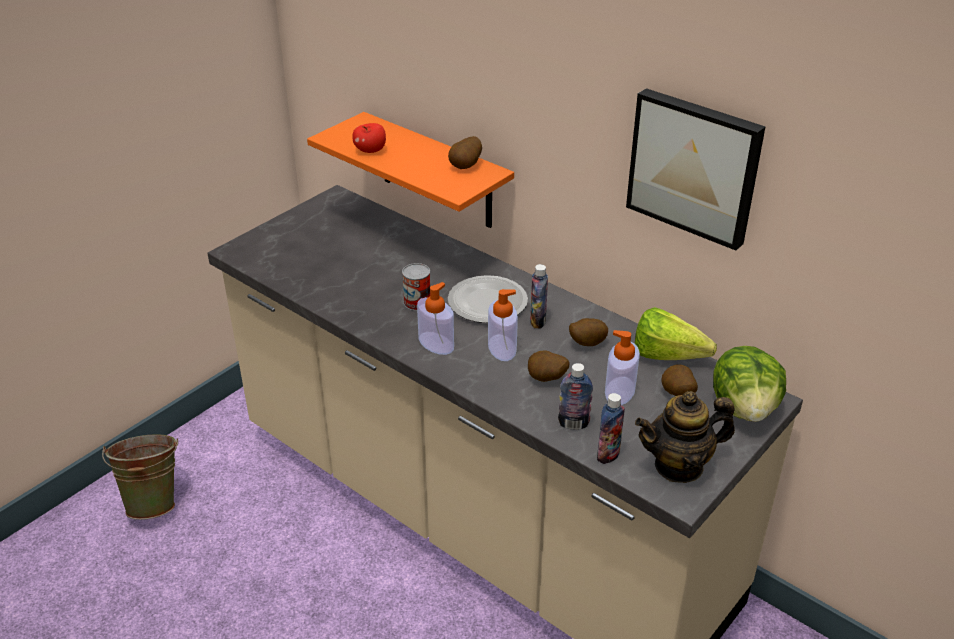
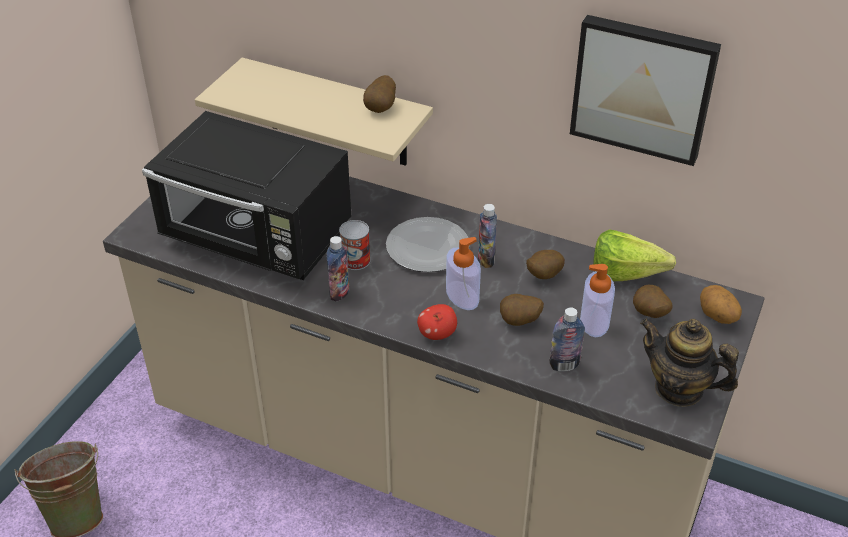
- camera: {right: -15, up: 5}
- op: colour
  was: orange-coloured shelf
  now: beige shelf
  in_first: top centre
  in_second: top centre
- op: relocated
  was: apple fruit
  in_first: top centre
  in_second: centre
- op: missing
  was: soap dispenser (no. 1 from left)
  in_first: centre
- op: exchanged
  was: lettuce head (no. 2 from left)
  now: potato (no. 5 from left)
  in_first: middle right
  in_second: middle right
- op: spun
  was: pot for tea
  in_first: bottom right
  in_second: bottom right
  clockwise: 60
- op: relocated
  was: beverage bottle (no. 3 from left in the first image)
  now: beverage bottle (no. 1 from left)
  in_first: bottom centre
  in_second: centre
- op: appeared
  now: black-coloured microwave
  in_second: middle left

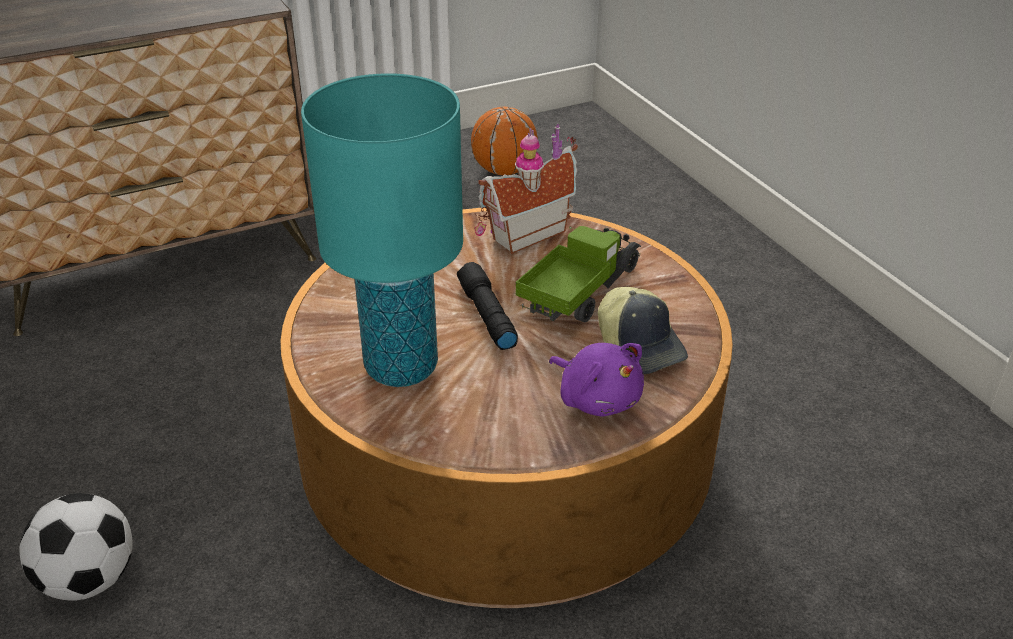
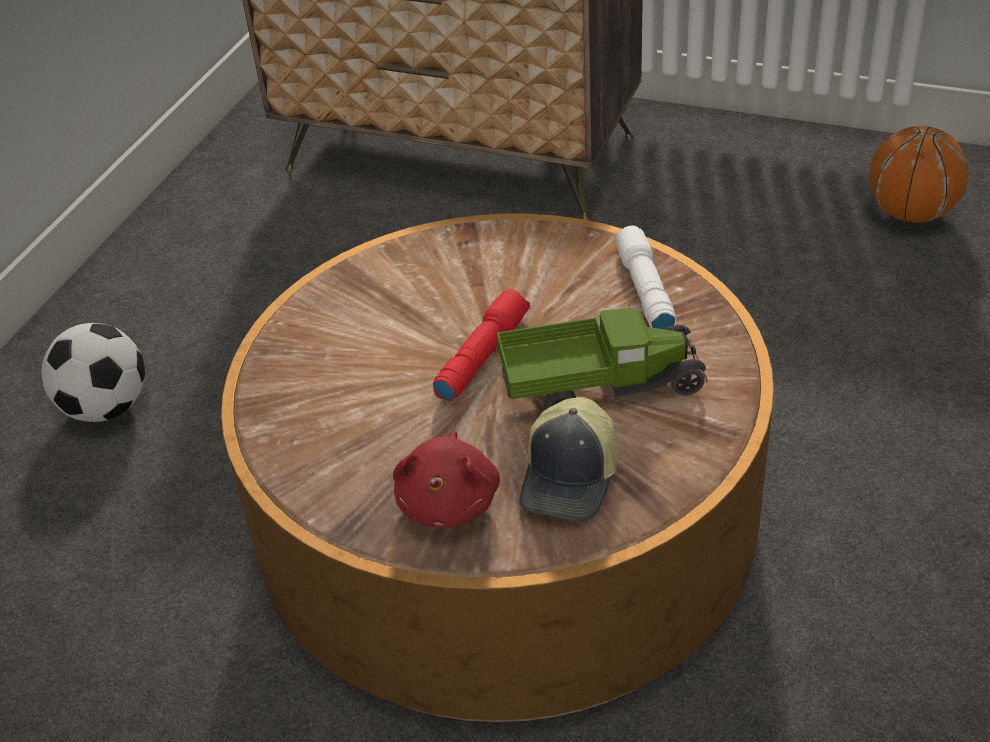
- camera: {right: 50, up: 5}
- op: missing
  was: turquoise-coloured table lamp
  in_first: centre
- op: exchanged
  was: toy house
  now: white-coloured flashlight
  in_first: top centre
  in_second: centre
- op: colour
  was: black-coloured flashlight
  now: red flashlight
  in_first: centre
  in_second: centre
- op: colour
  was: purple-coloured plush toy
  now: red plush toy
  in_first: centre
  in_second: centre

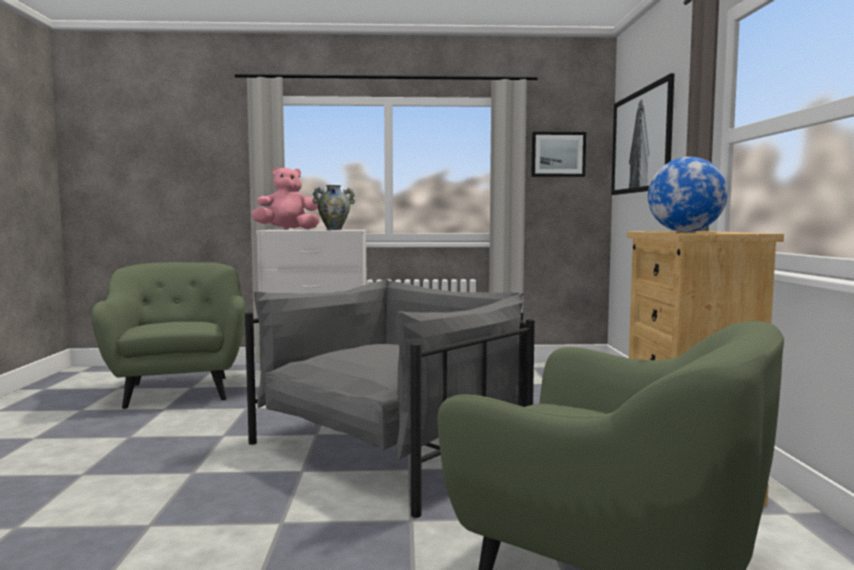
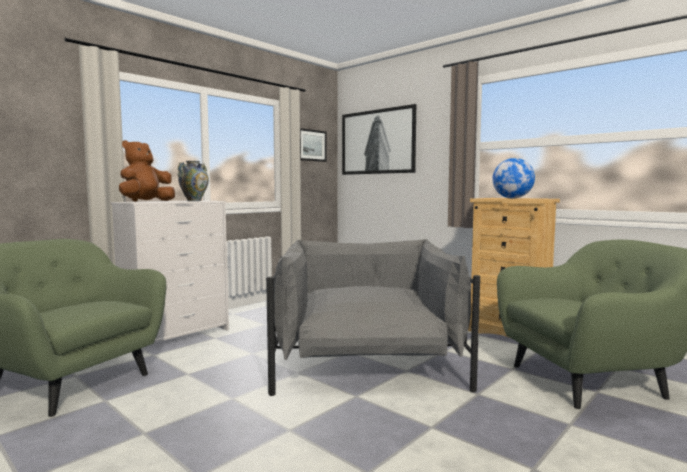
- camera: {right: -45, up: 0}
- op: colour
  was: pink plush toy
  now: brown-coloured plush toy
  in_first: centre
  in_second: middle left

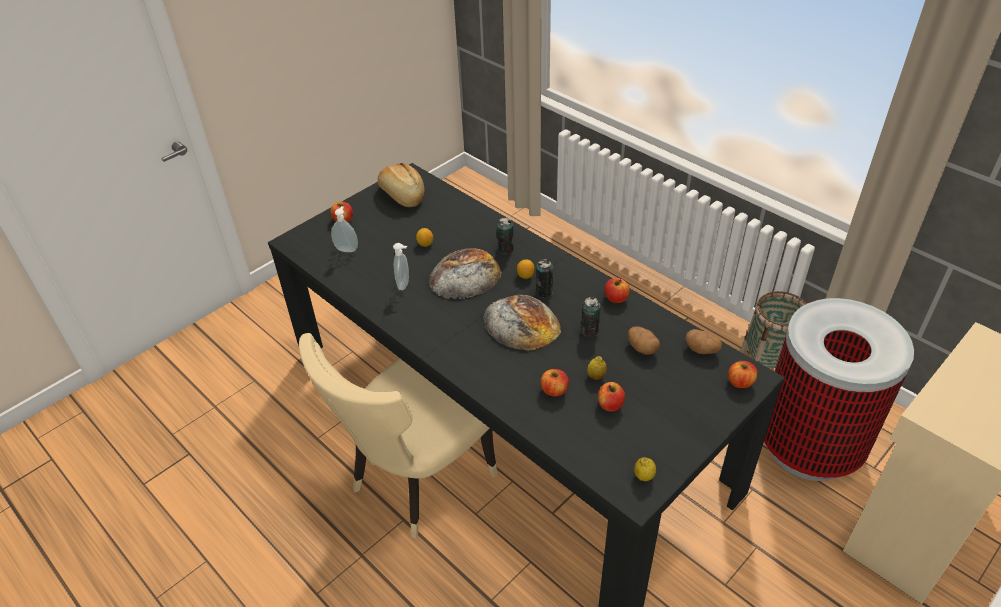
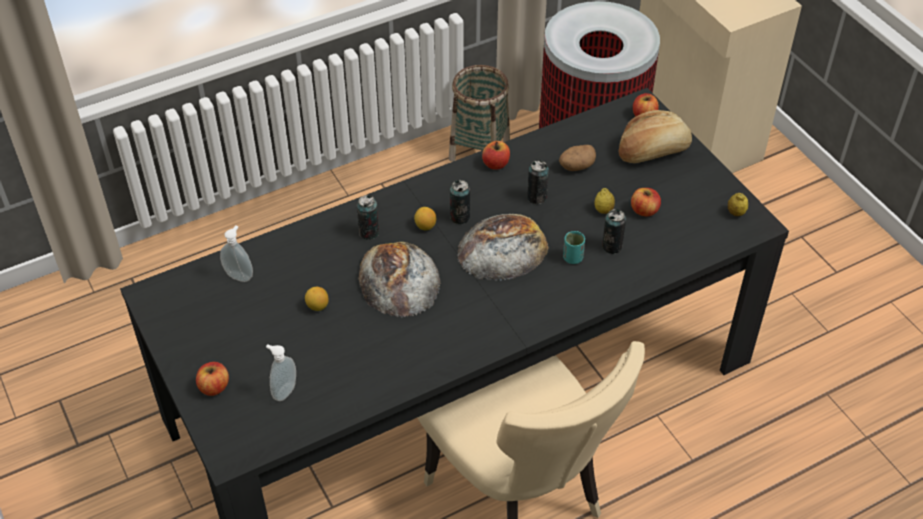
- camera: {right: -75, up: 5}
- op: relocated
  was: bakery bread (no. 1 from left in the first image)
  now: bakery bread (no. 3 from left)
  in_first: top centre
  in_second: top right
- op: relocated
  was: soap dispenser (no. 2 from left in the first image)
  now: soap dispenser (no. 1 from left)
  in_first: centre
  in_second: middle left
- op: missing
  was: potato (no. 2 from left)
  in_first: middle right
- op: exchanged
  was: apple fruit (no. 2 from left)
  now: can (no. 4 from left)
  in_first: centre
  in_second: centre
- op: appeared
  now: turquoise-coloured cup
  in_second: centre

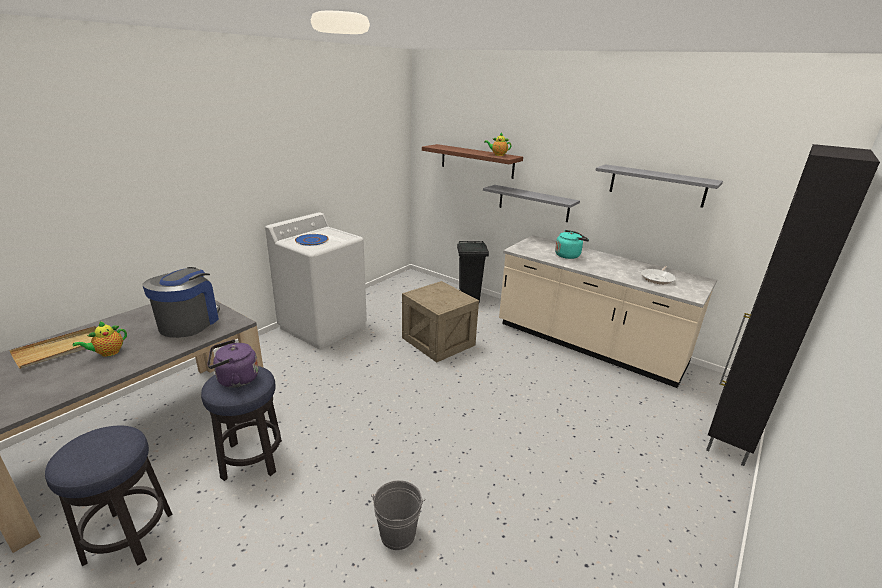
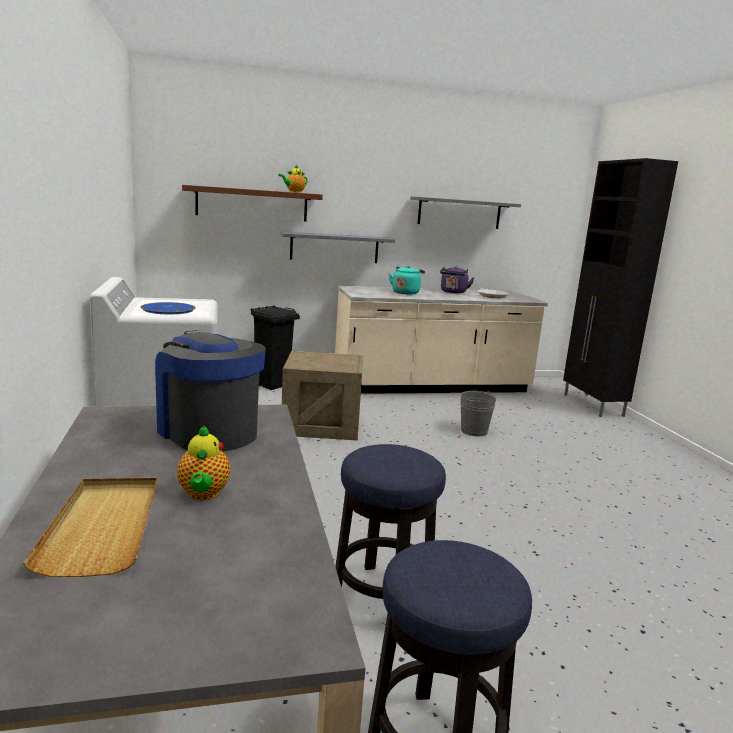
- camera: {right: -50, up: -10}
- op: relocated
  was: purple-coloured tea kettle
  in_first: middle left
  in_second: centre
- op: relocated
  was: grey pail
  in_first: bottom centre
  in_second: centre

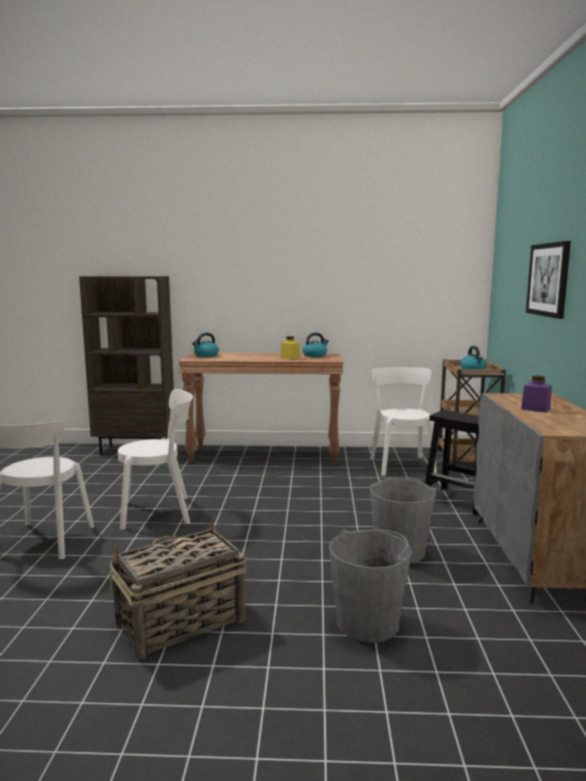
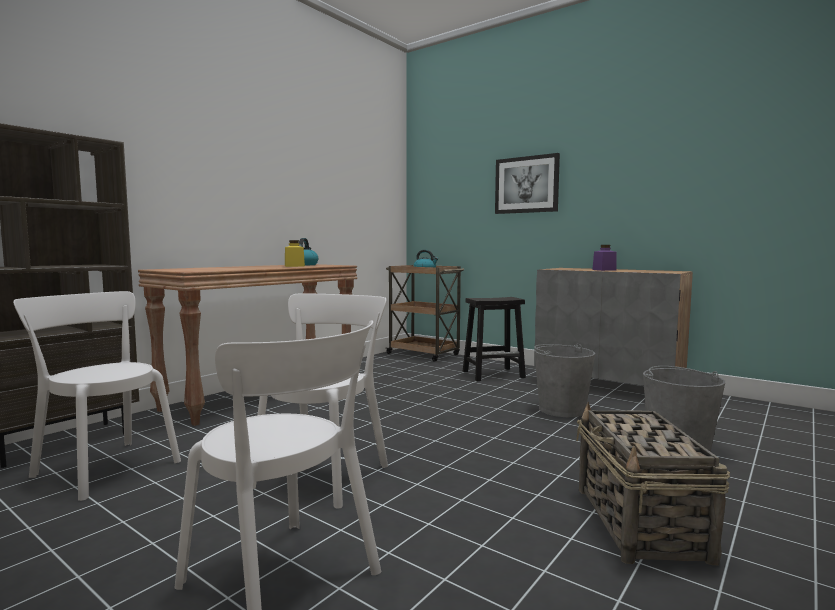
- camera: {right: -55, up: -5}
- op: missing
  was: tea kettle (no. 1 from left)
  in_first: centre
- op: relocated
  was: white-coloured plain chair (no. 3 from left in the first image)
  now: white-coloured plain chair (no. 1 from left)
  in_first: middle right
  in_second: middle left

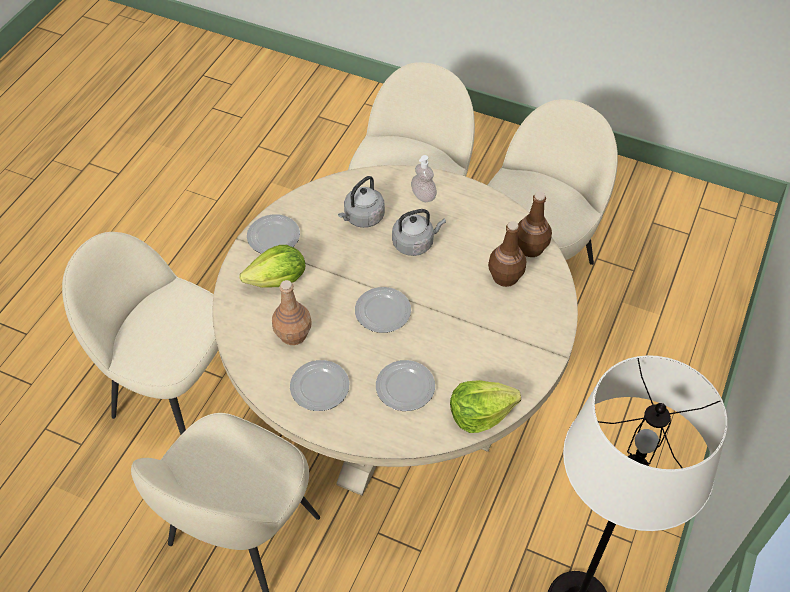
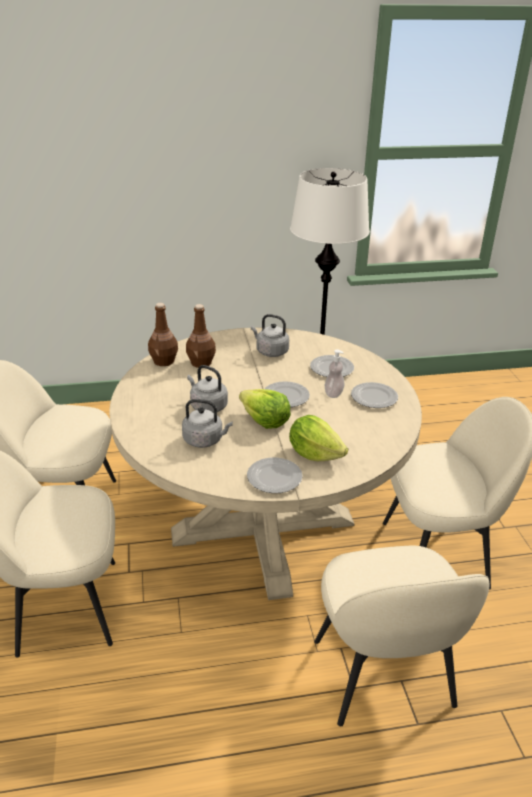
- camera: {right: -125, up: -20}
- op: relocated
  was: soap dispenser
  in_first: top centre
  in_second: centre
- op: missing
  was: brown-coloured beverage bottle (no. 1 from left)
  in_first: centre
- op: relocated
  was: lettuce head (no. 2 from left in the first image)
  now: lettuce head (no. 1 from left)
  in_first: bottom centre
  in_second: centre
- op: appeared
  now: grey tea kettle (no. 3 from left)
  in_second: centre

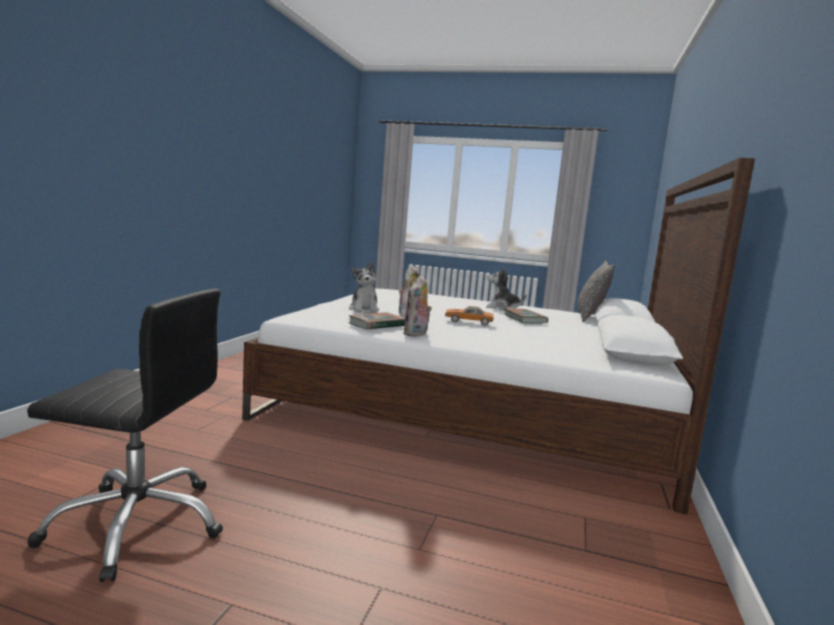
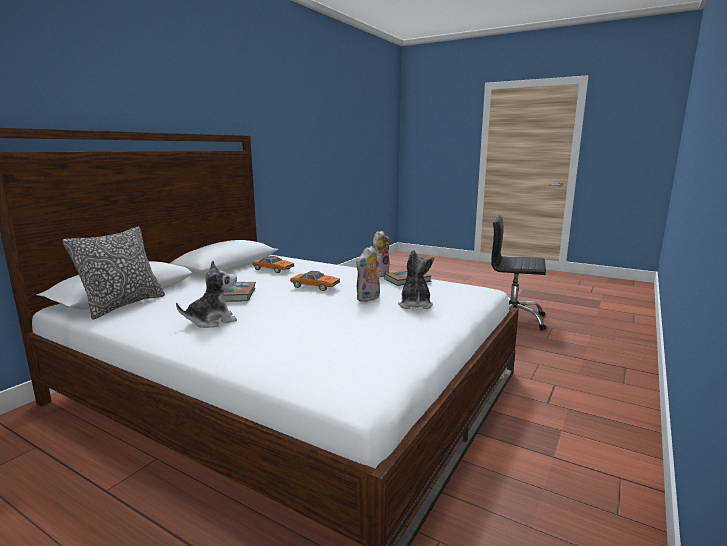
- camera: {right: -165, up: 5}
- op: spun
  was: plush toy (no. 4 from left in the first image)
  in_first: centre
  in_second: middle left
  clockwise: -60
- op: appeared
  now: toy car (no. 1 from left)
  in_second: centre

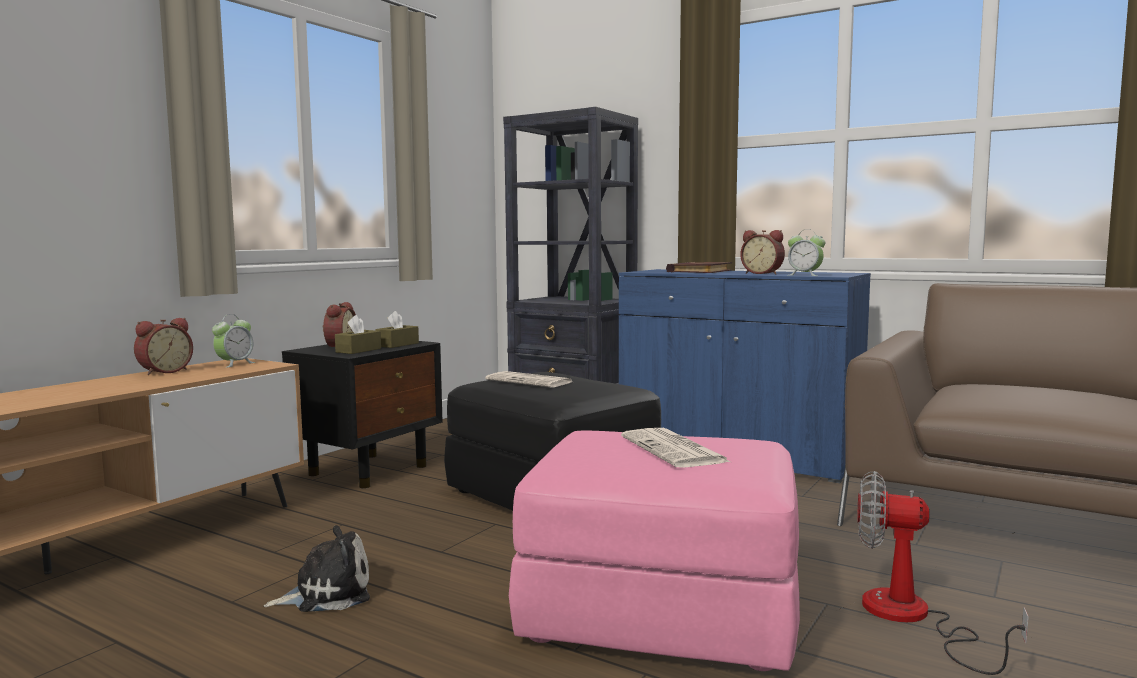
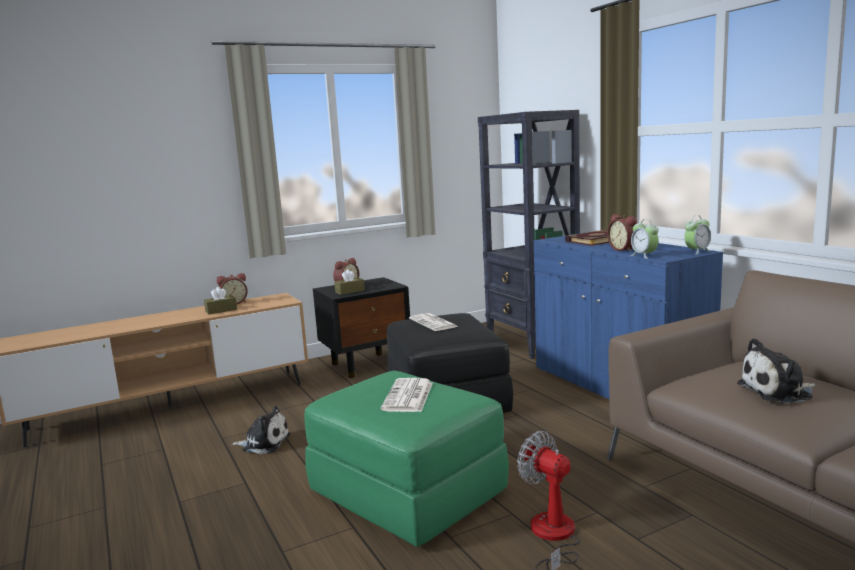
- camera: {right: 30, up: 5}
- op: relocated
  was: brown-coloured tissue holder (no. 2 from left in the first image)
  now: brown-coloured tissue holder (no. 1 from left)
  in_first: centre
  in_second: middle left
- op: relocated
  was: alarm clock (no. 2 from left in the first image)
  now: alarm clock (no. 5 from left)
  in_first: middle left
  in_second: middle right
- op: colour
  was: pink footrest
  now: green footrest
  in_first: bottom centre
  in_second: bottom centre
- op: appeared
  now: plush toy (no. 2 from left)
  in_second: middle right

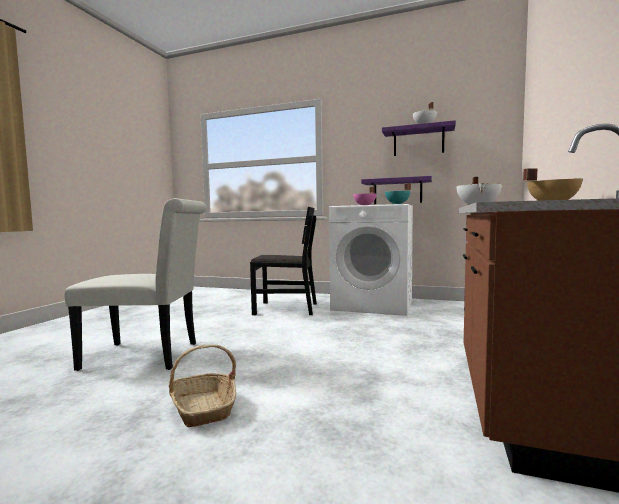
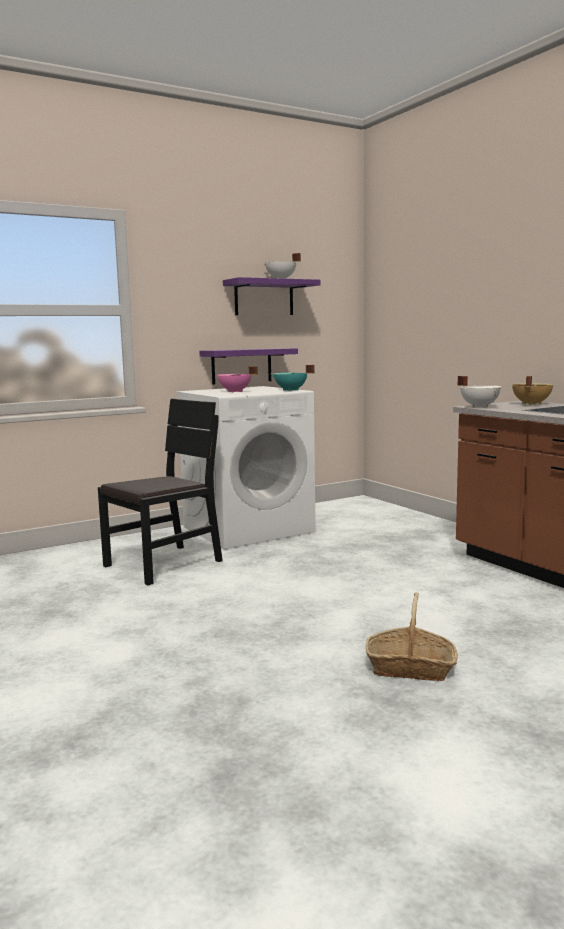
- camera: {right: -50, up: 5}
- op: missing
  was: white-coloured plain chair
  in_first: middle left

